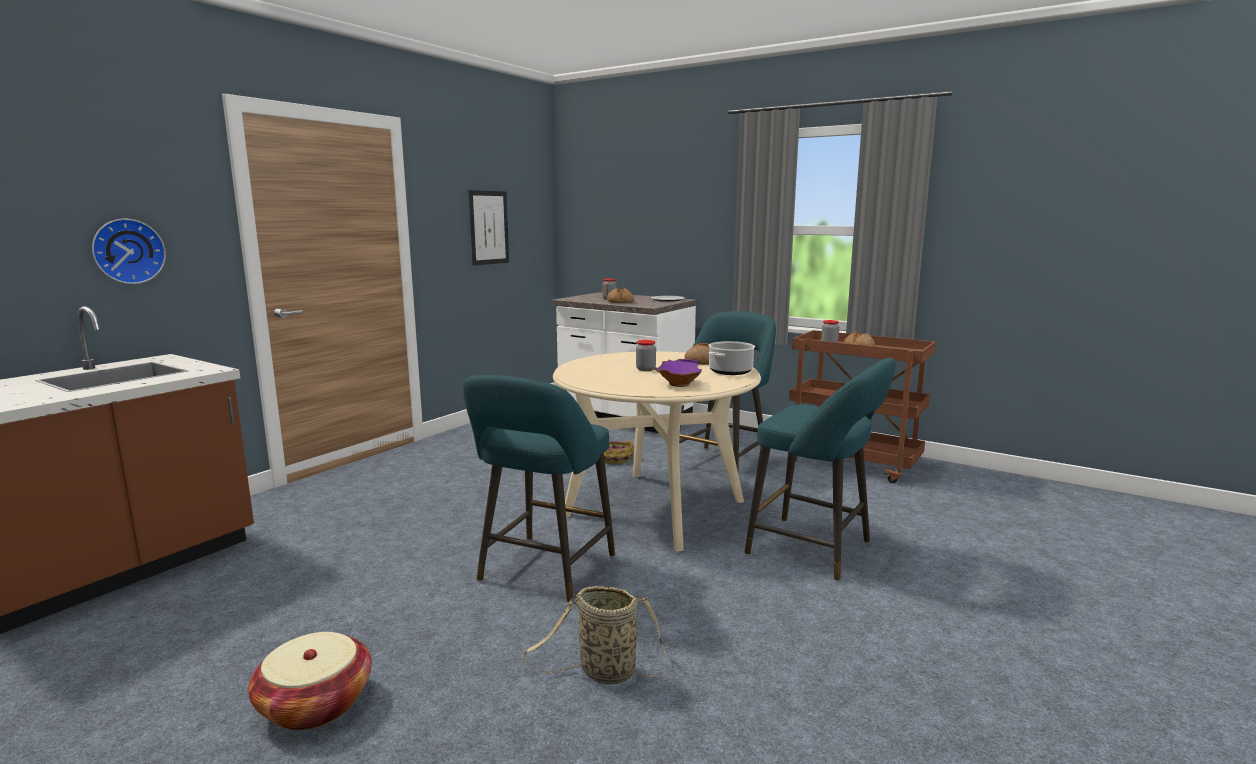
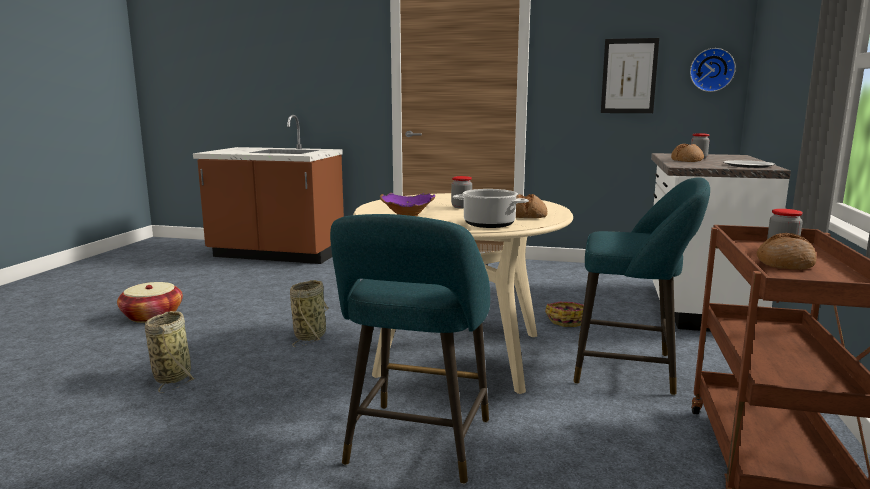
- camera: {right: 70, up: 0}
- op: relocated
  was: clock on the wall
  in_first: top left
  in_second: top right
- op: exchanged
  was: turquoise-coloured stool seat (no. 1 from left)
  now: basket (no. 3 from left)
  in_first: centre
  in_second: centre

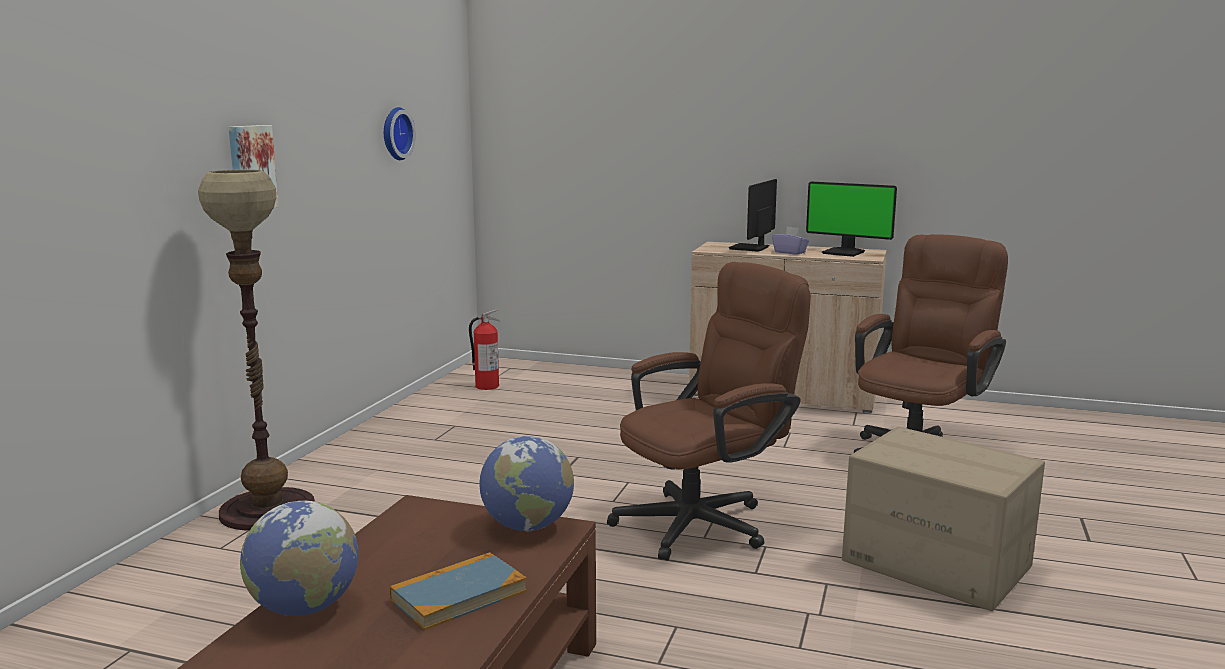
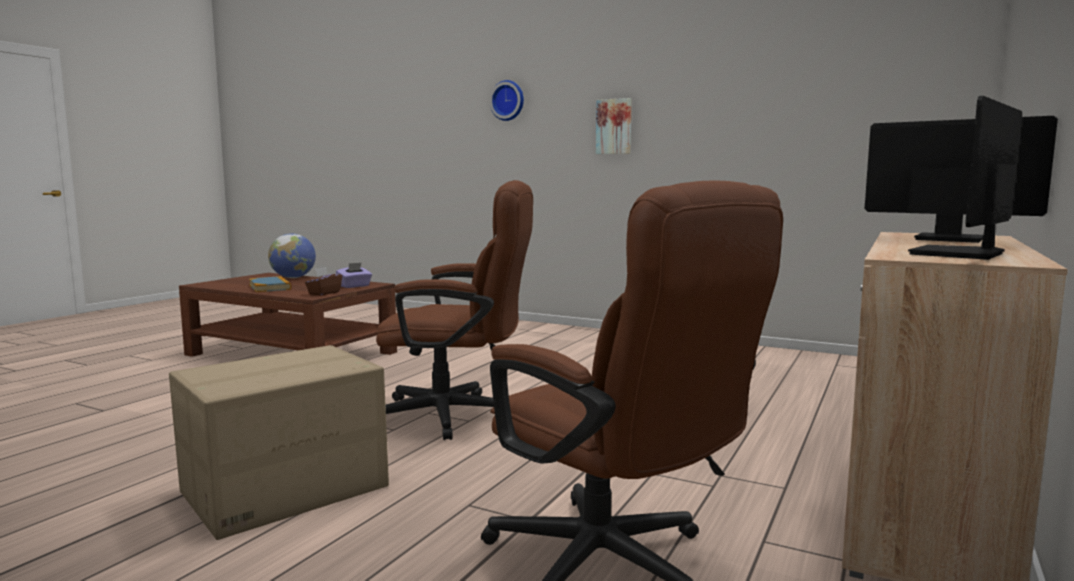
- camera: {right: 100, up: -5}
- op: relocated
  was: clock on the wall
  in_first: top left
  in_second: top centre
- op: missing
  was: standard lamp
  in_first: middle left
- op: relocated
  was: purple-coloured tissue holder
  in_first: centre
  in_second: middle left
- op: spun
  was: brown-coloured office chair (no. 1 from left)
  in_first: centre
  in_second: centre
  clockwise: -60
- op: missing
  was: extinguisher
  in_first: centre
- op: exchanged
  was: desk globe (no. 2 from left)
  now: brown-coloured tissue holder
  in_first: bottom centre
  in_second: middle left

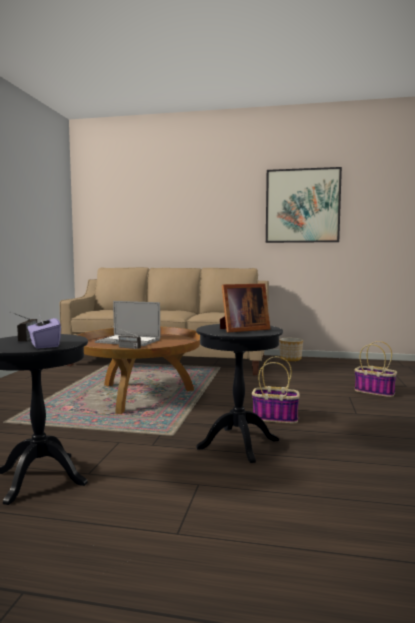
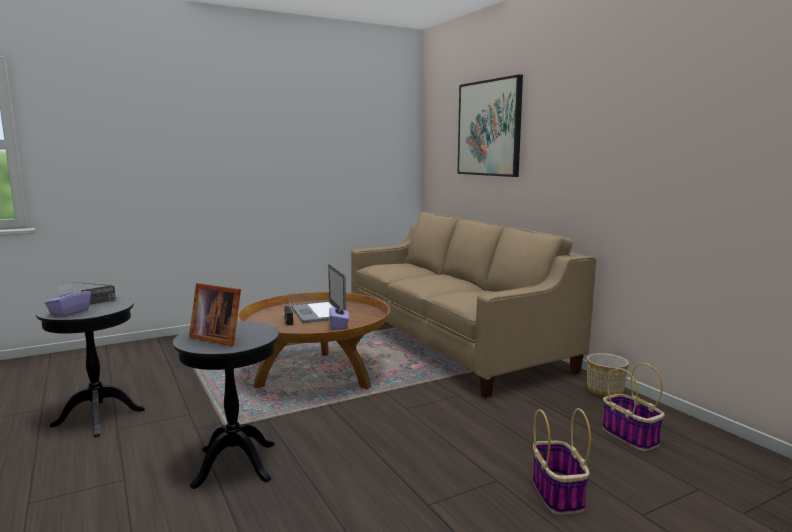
- camera: {right: 50, up: 5}
- op: relocated
  was: wall picture
  in_first: top right
  in_second: top centre
- op: relocated
  was: basket (no. 1 from left in the first image)
  now: basket (no. 2 from left)
  in_first: centre
  in_second: bottom right
- op: appeared
  now: purple-coloured tissue holder (no. 2 from left)
  in_second: centre

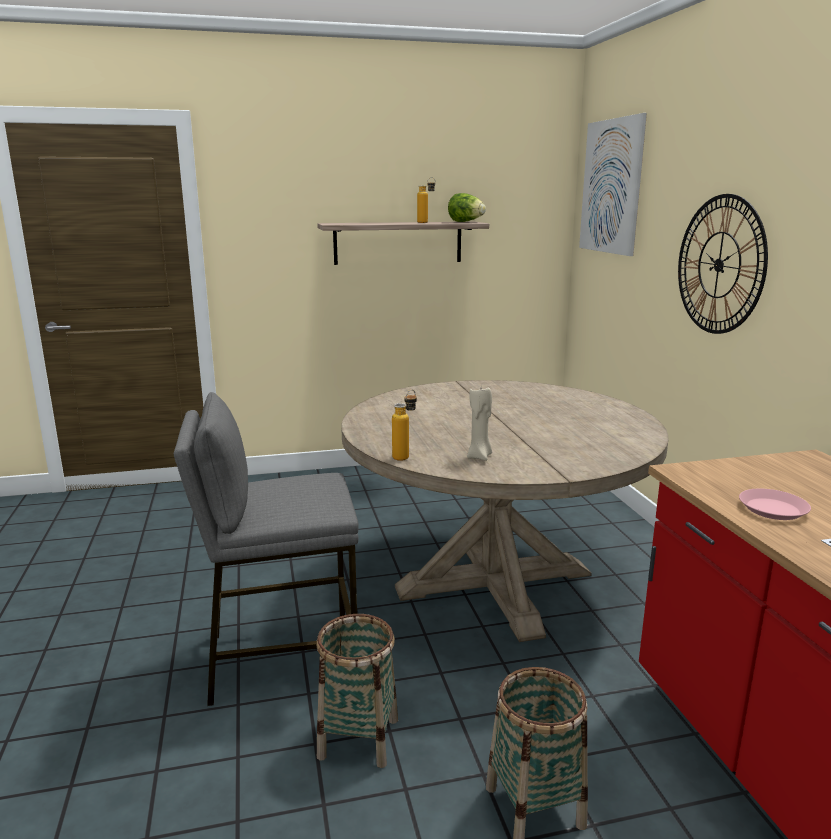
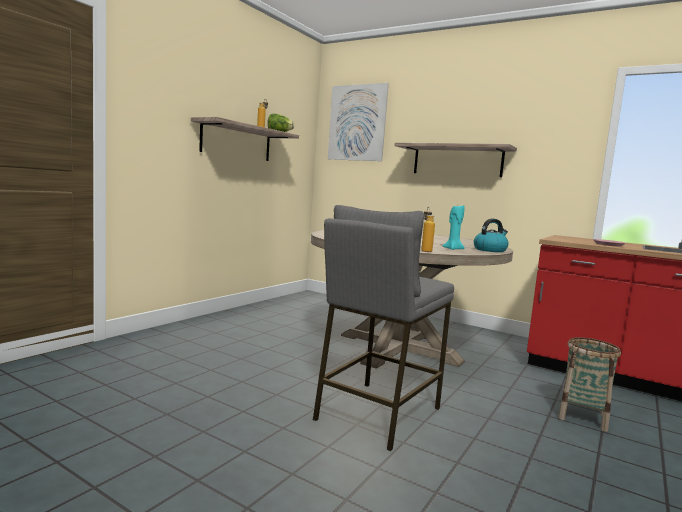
- camera: {right: -45, up: -10}
- op: exchanged
  was: clock on the wall
  now: shelf (no. 2 from left)
  in_first: top right
  in_second: top right
- op: colour
  was: beige wax light
  now: turquoise-coloured wax light
  in_first: centre
  in_second: centre
- op: missing
  was: basket (no. 1 from left)
  in_first: bottom centre
- op: appeared
  now: tea kettle
  in_second: middle right

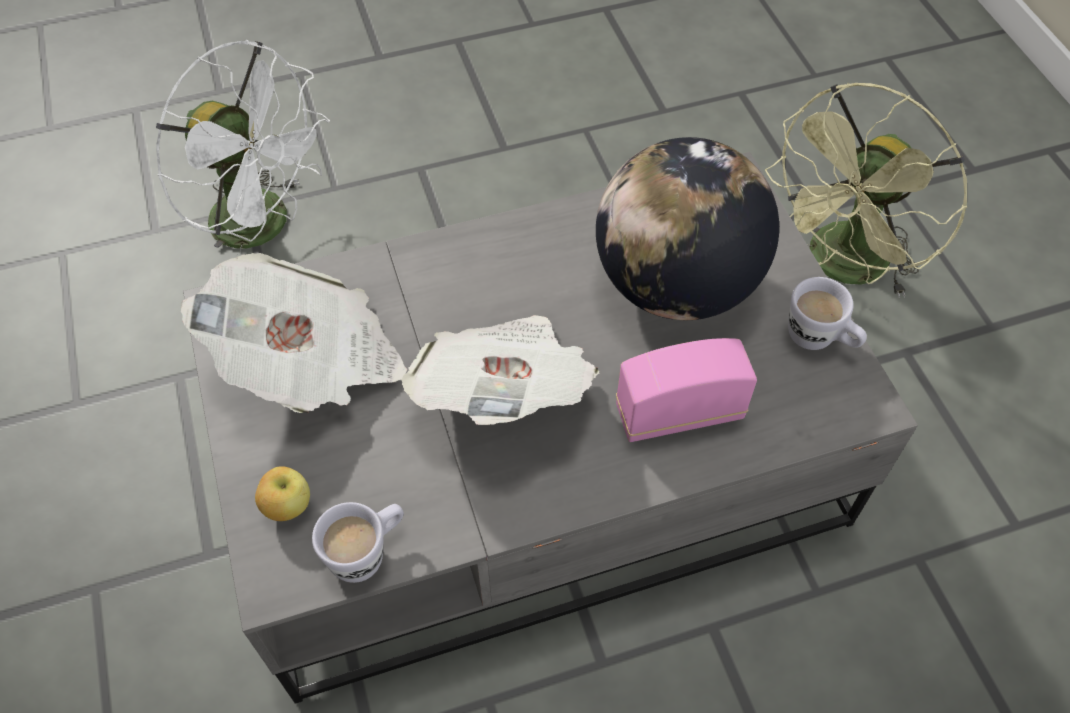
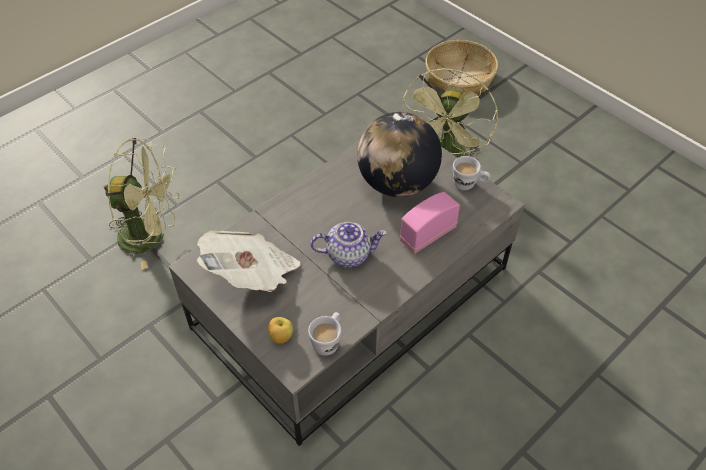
- camera: {right: -25, up: -5}
- op: colour
  was: white-coloured electric fan
  now: green electric fan (no. 1 from left)
  in_first: top left
  in_second: middle left
- op: exchanged
  was: daily paper (no. 2 from left)
  now: pot for tea
  in_first: centre
  in_second: centre
- op: appeared
  now: basket
  in_second: top centre

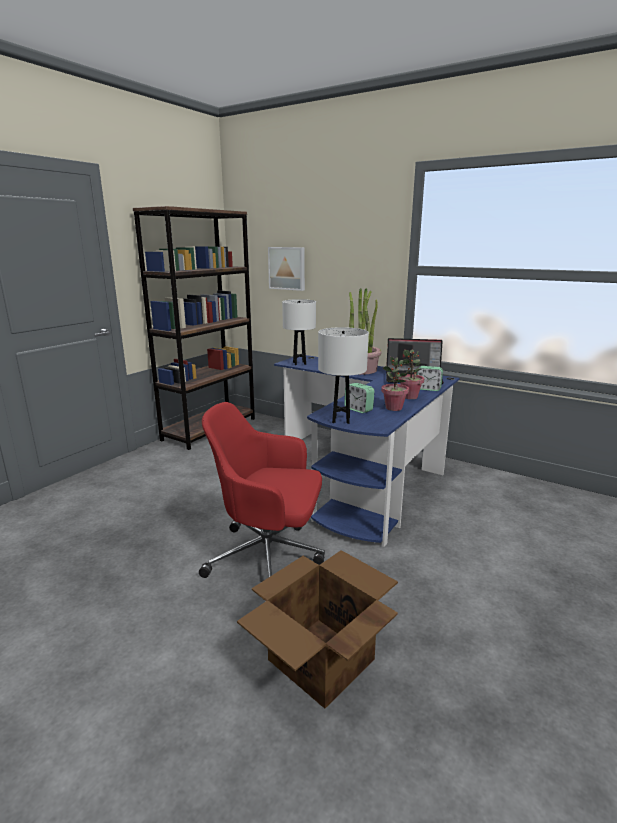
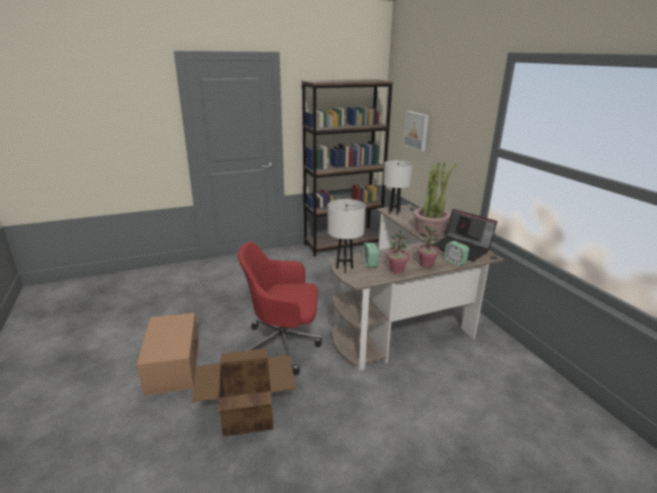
- camera: {right: 35, up: 5}
- op: colour
  was: blue-coloured desk table
  now: brown-coloured desk table
  in_first: centre
  in_second: centre
- op: spun
  was: red office chair
  in_first: centre
  in_second: centre
  clockwise: -45
- op: appeared
  now: cardboard box (no. 1 from left)
  in_second: bottom left

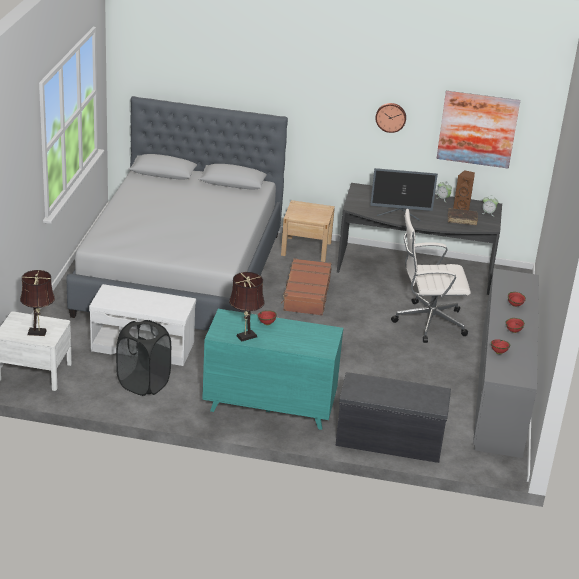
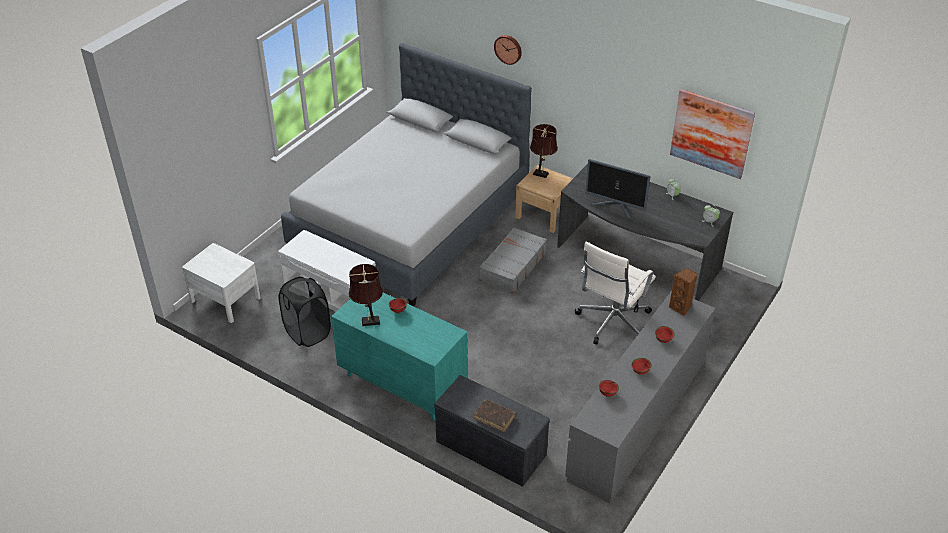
- camera: {right: 25, up: 10}
- op: relocated
  was: clock on the wall
  in_first: top right
  in_second: top centre
- op: relocated
  was: brown-coloured audio speaker
  in_first: top right
  in_second: middle right
- op: relocated
  was: brown-coloured volume
  in_first: middle right
  in_second: bottom centre
- op: spun
  was: white-coloured office chair
  in_first: middle right
  in_second: centre
  clockwise: -75
- op: colour
  was: brown-coloured piece of luggage
  now: grey piece of luggage
  in_first: centre
  in_second: centre
- op: relocated
  was: brown-coloured table lamp (no. 1 from left in the first image)
  now: brown-coloured table lamp (no. 2 from left)
  in_first: middle left
  in_second: top centre

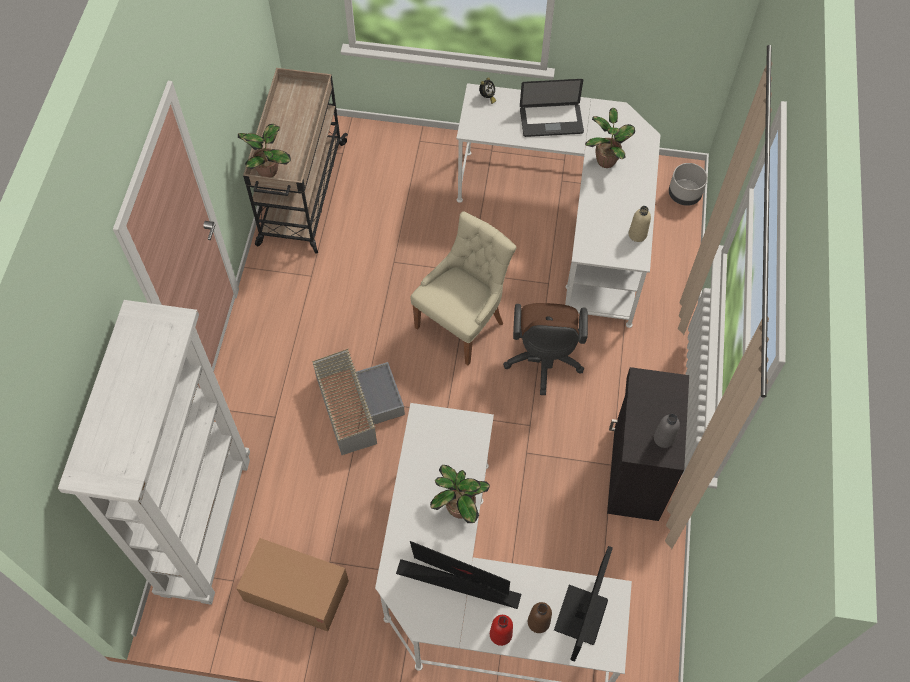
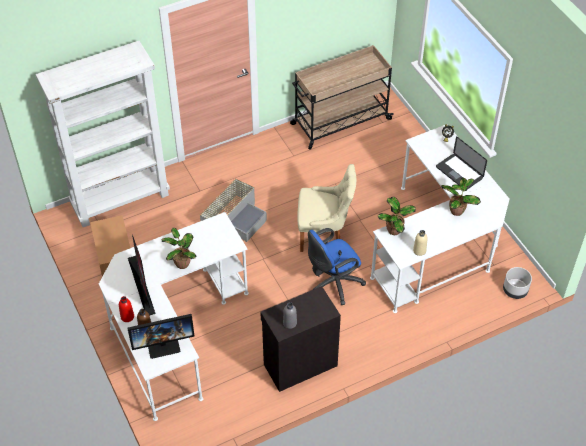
- camera: {right: 55, up: -10}
- op: relocated
  was: plant in a pot (no. 1 from left in the first image)
  now: plant in a pot (no. 2 from left)
  in_first: top left
  in_second: middle right
- op: colour
  was: brown-coloured office chair
  now: blue-coloured office chair
  in_first: centre
  in_second: centre

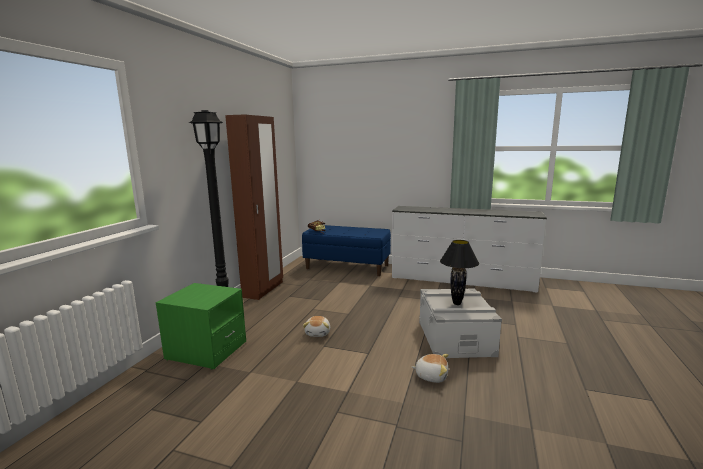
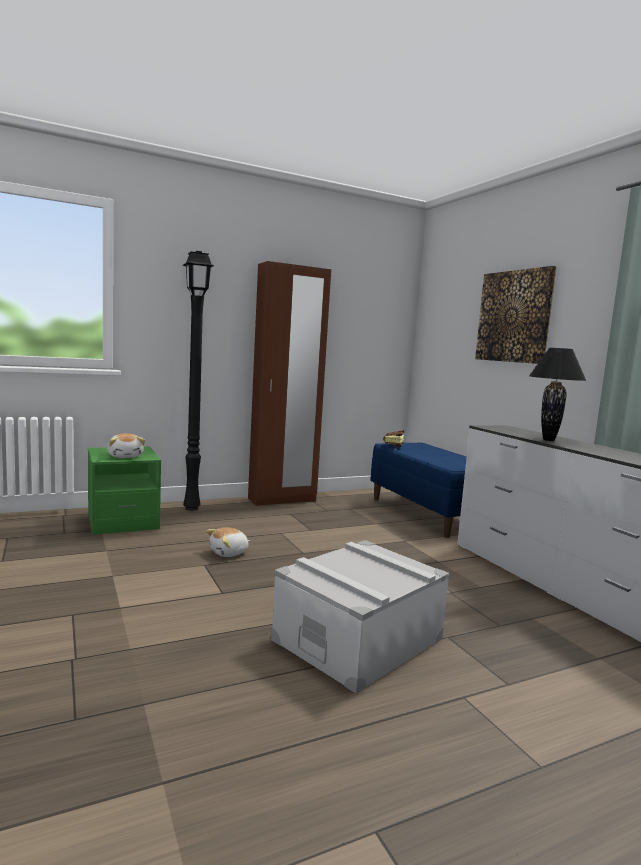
- camera: {right: 45, up: -5}
- op: relocated
  was: black-coloured table lamp
  in_first: centre
  in_second: middle right
- op: relocated
  was: plush toy (no. 2 from left in the first image)
  now: plush toy (no. 1 from left)
  in_first: bottom centre
  in_second: middle left
- op: appeared
  now: wall picture
  in_second: middle right

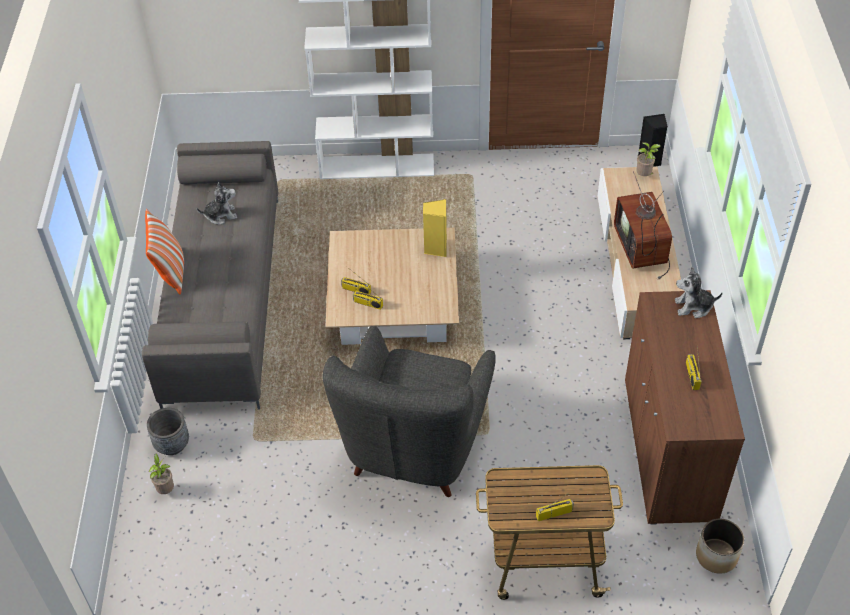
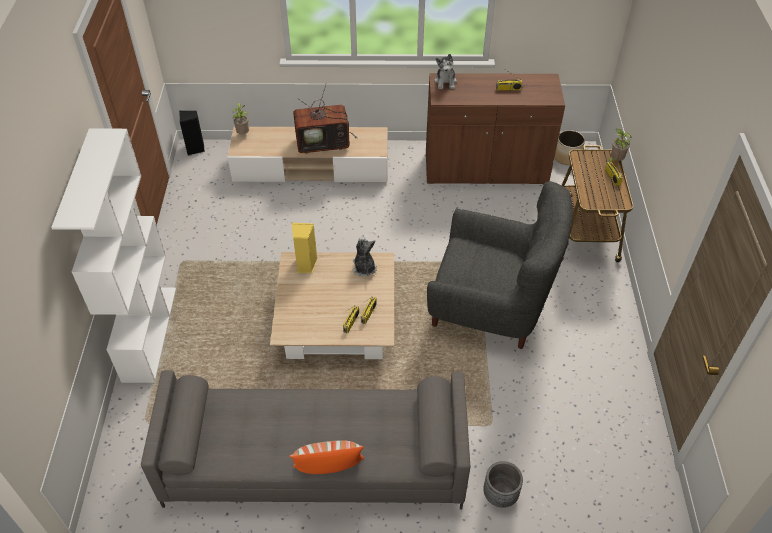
- camera: {right: -90, up: 0}
- op: relocated
  was: plush toy (no. 1 from left)
  in_first: top left
  in_second: centre
- op: relocated
  was: plant in a pot (no. 1 from left in the first image)
  now: plant in a pot (no. 2 from left)
  in_first: bottom left
  in_second: top right

